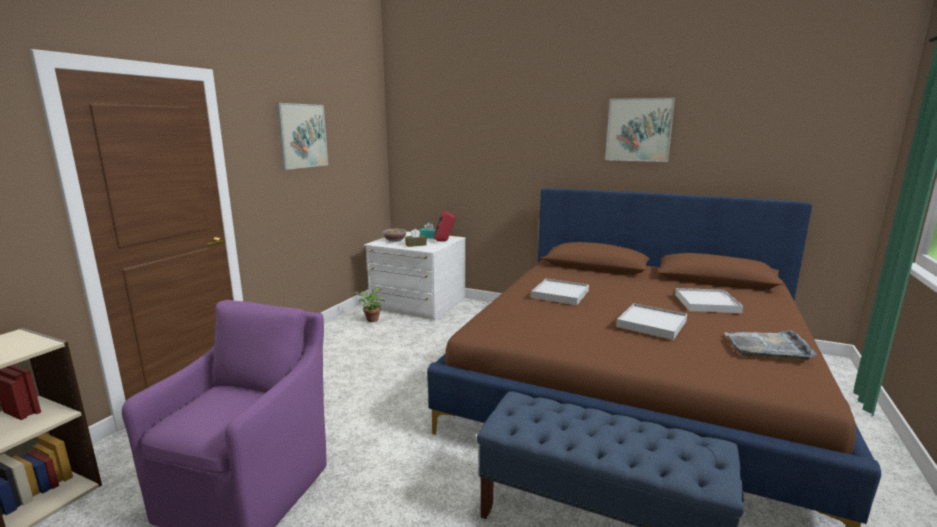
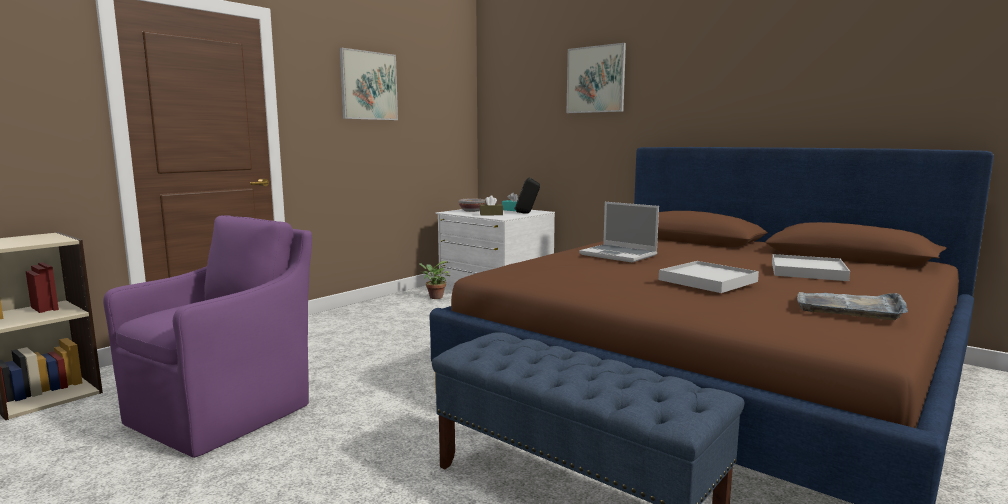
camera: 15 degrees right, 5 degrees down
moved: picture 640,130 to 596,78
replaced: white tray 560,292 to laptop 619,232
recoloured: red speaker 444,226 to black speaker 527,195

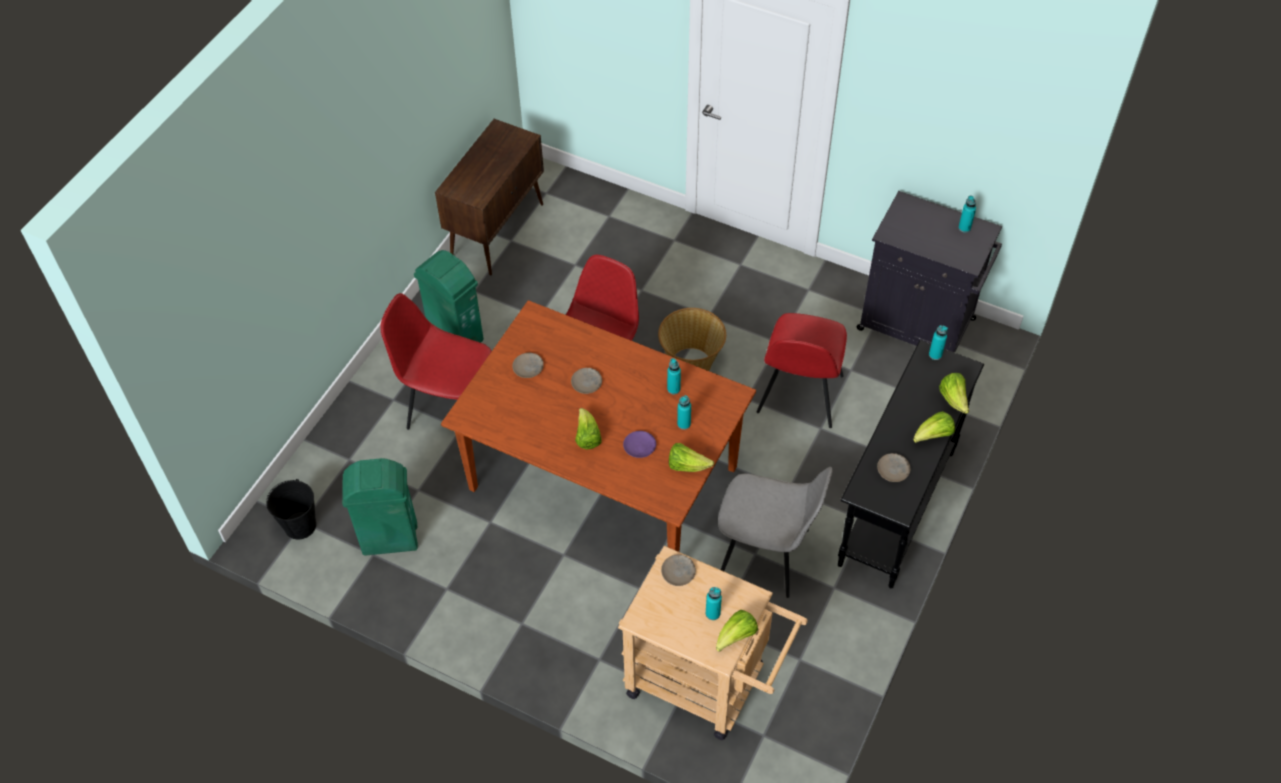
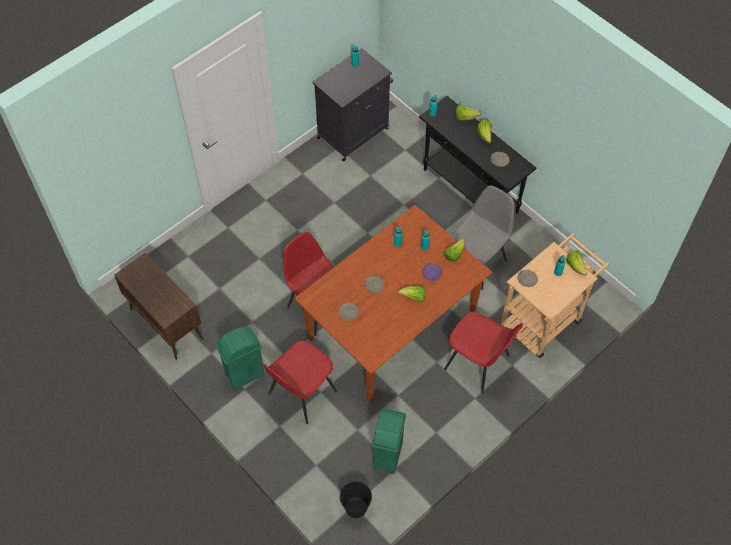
camera: 70 degrees left, 5 degrees up
removed: basket 692,339
moved: red chair 802,370 to 483,352

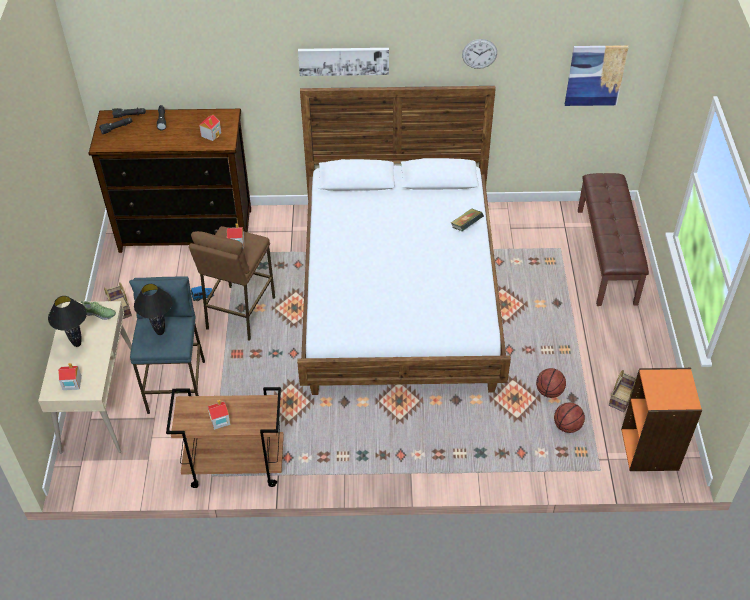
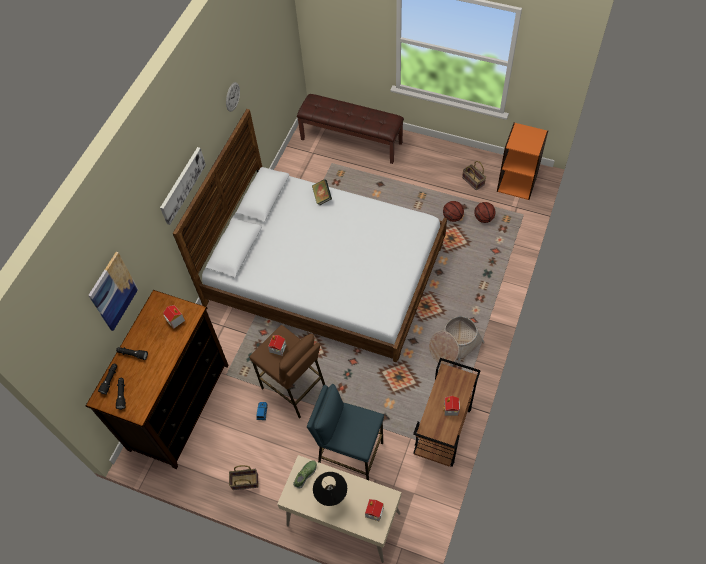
camera: 65 degrees left, 10 degrees up
removed: black table lamp 153,309
added: basket 457,340
moved: picture 597,75 to 113,291

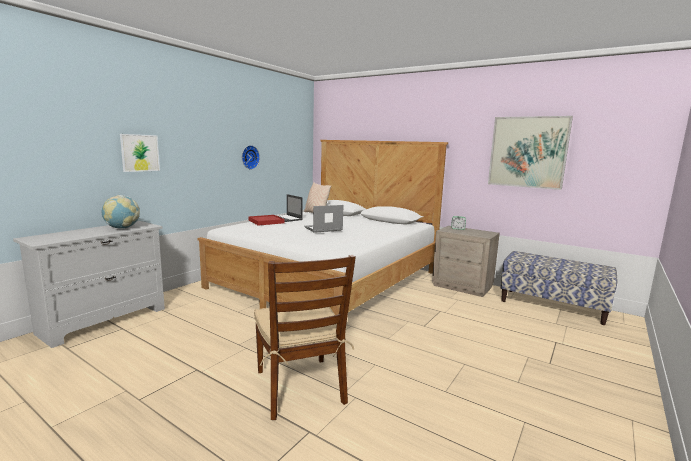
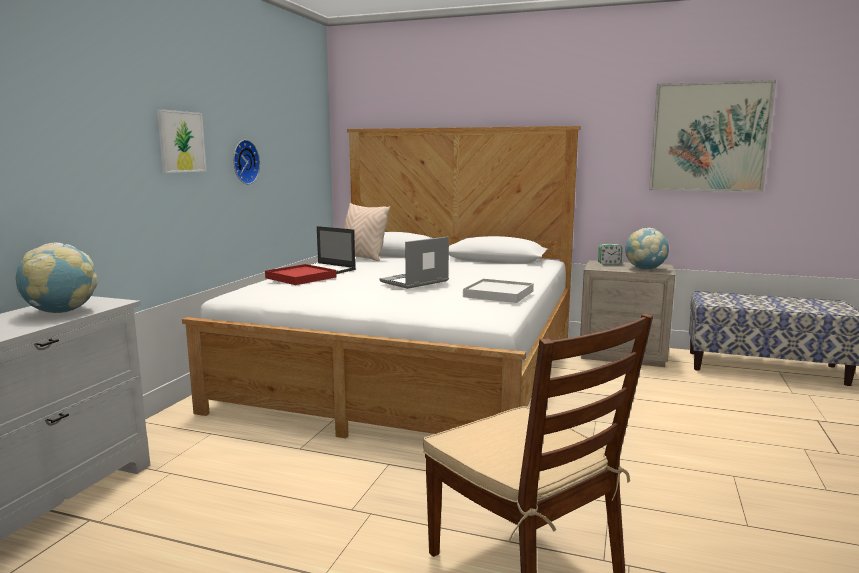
camera: 15 degrees left, 0 degrees up
added: white tray 498,291; globe 647,249
moved: picture 140,153 to 181,141

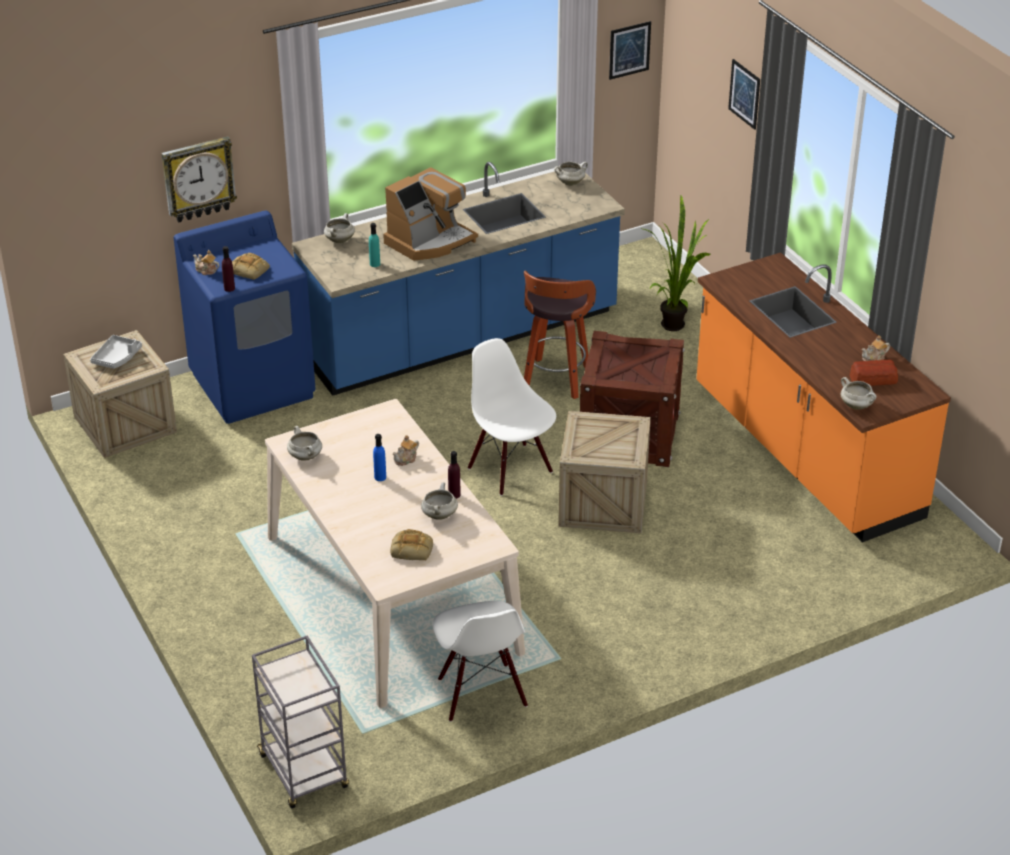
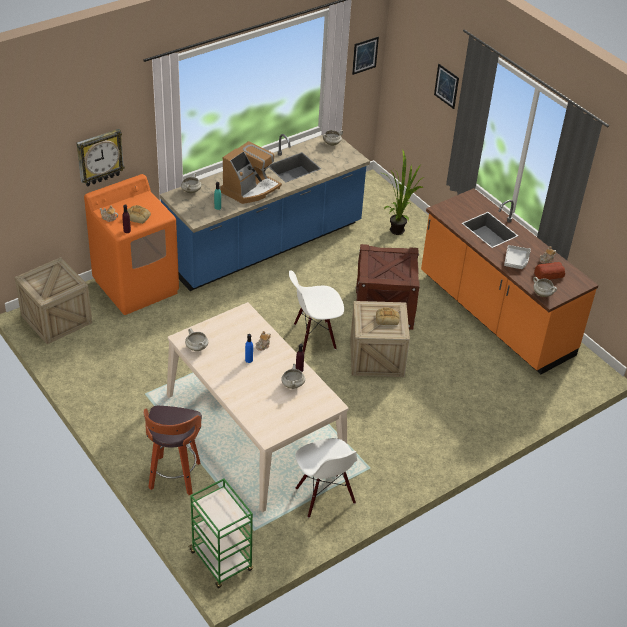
camera: 10 degrees left, 5 degrees up
moved: stool 560,334 to 172,450; bread 411,544 to 388,316; grey tray 116,352 to 517,257
recoloured: blue washing machine 245,317 to orange washing machine 131,244; grey cart 300,722 to green cart 220,533
turned: white chair 512,417 = 316,311 60 degrees counterclockwise

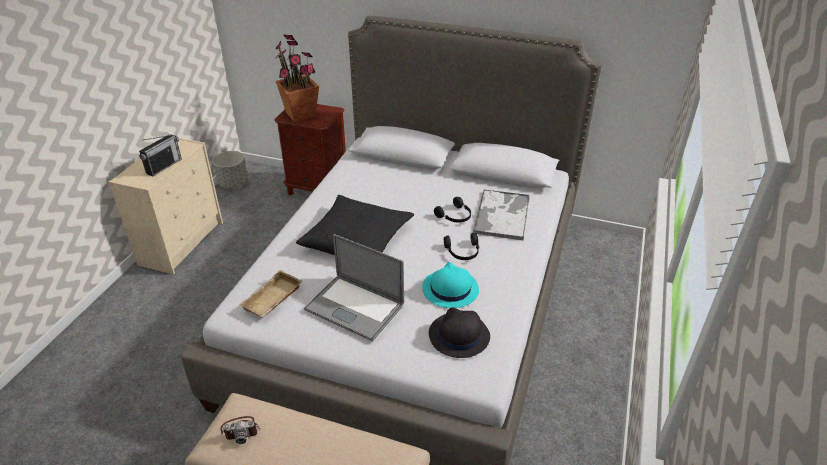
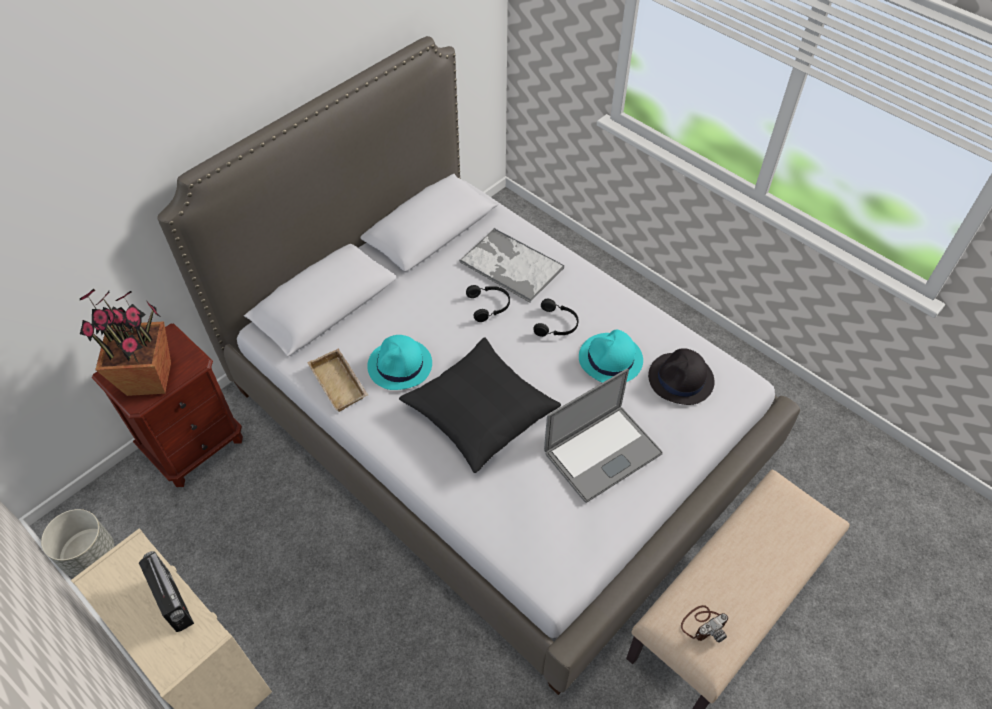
camera: 65 degrees left, 15 degrees up
added: turquoise hat 399,362
moved: beige tray 270,294 to 337,380
turned: photo camera 240,430 = 704,624 45 degrees clockwise

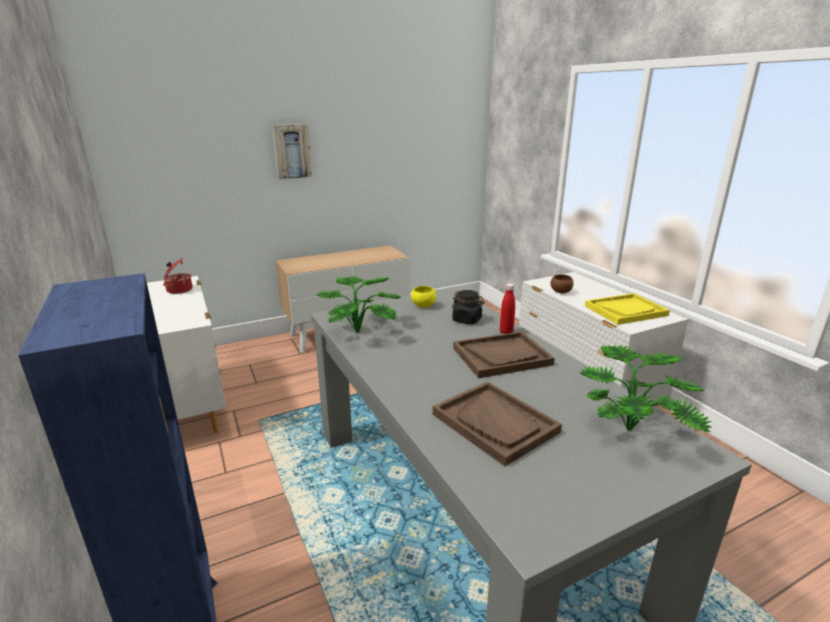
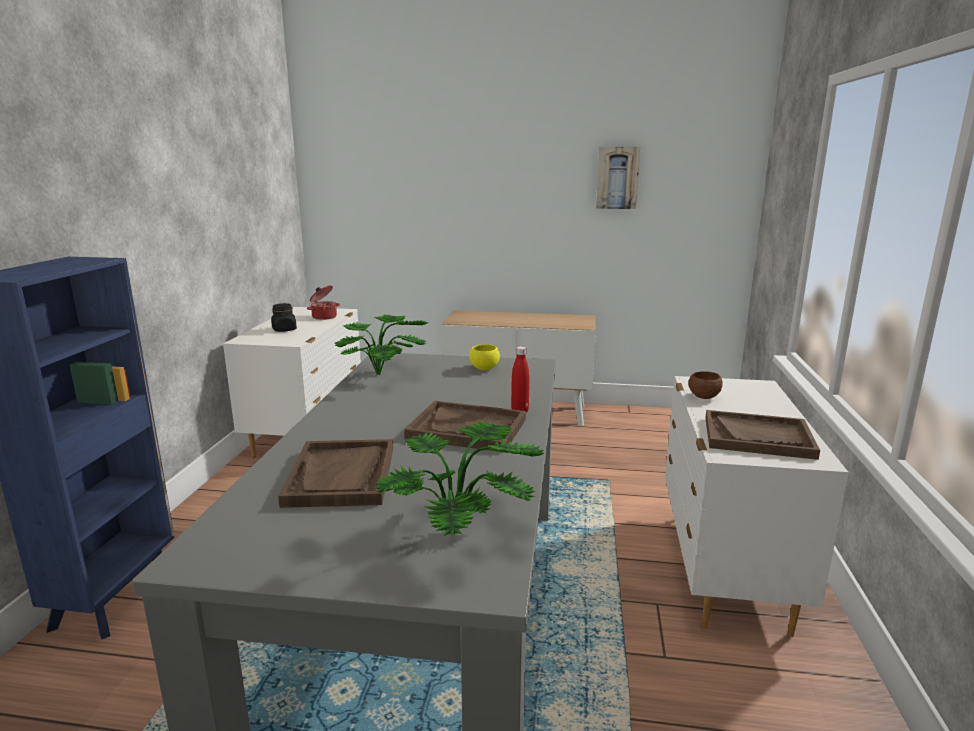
camera: 35 degrees right, 5 degrees down
moved: black jar 468,307 to 284,317; picture 292,151 to 618,178
recoloured: yellow tray 627,309 to brown tray 762,435

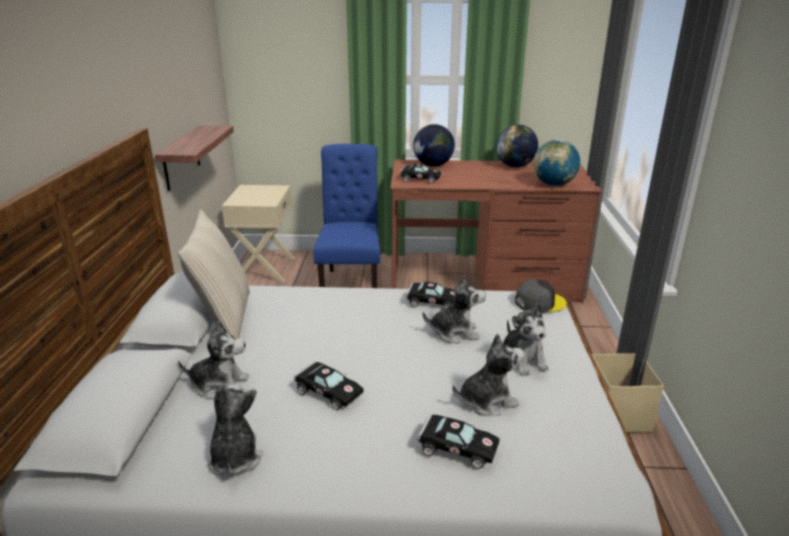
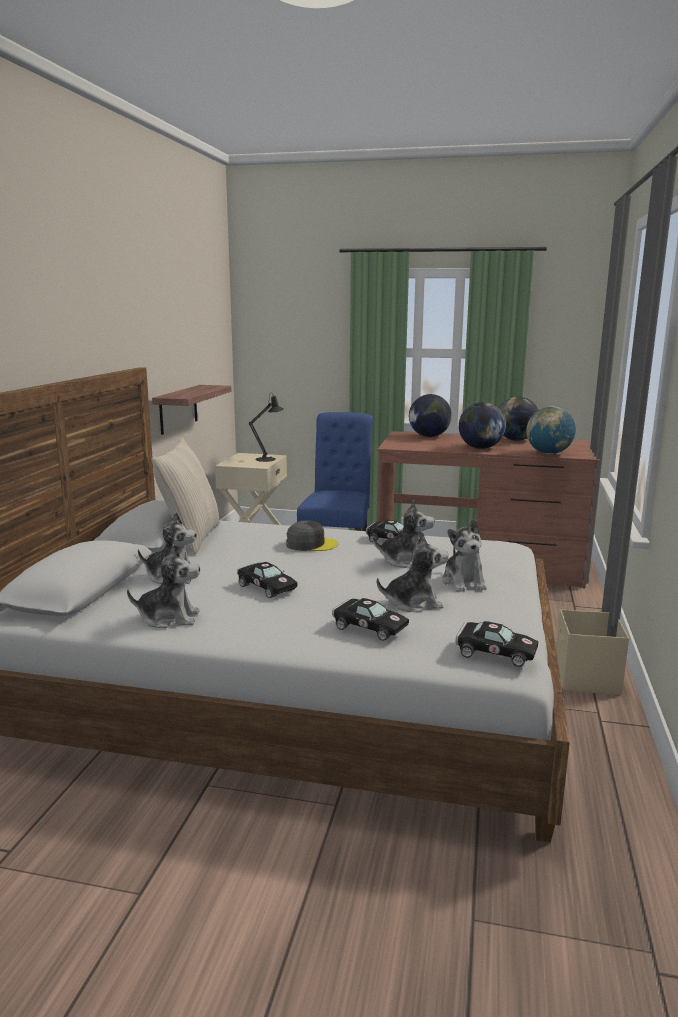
camera: 10 degrees right, 10 degrees down
added: black table lamp 266,427; globe 482,425
moved: grey cap 541,296 to 312,536; black toy car 420,173 to 497,644
turned: plush toy 235,429 = 163,586 90 degrees clockwise

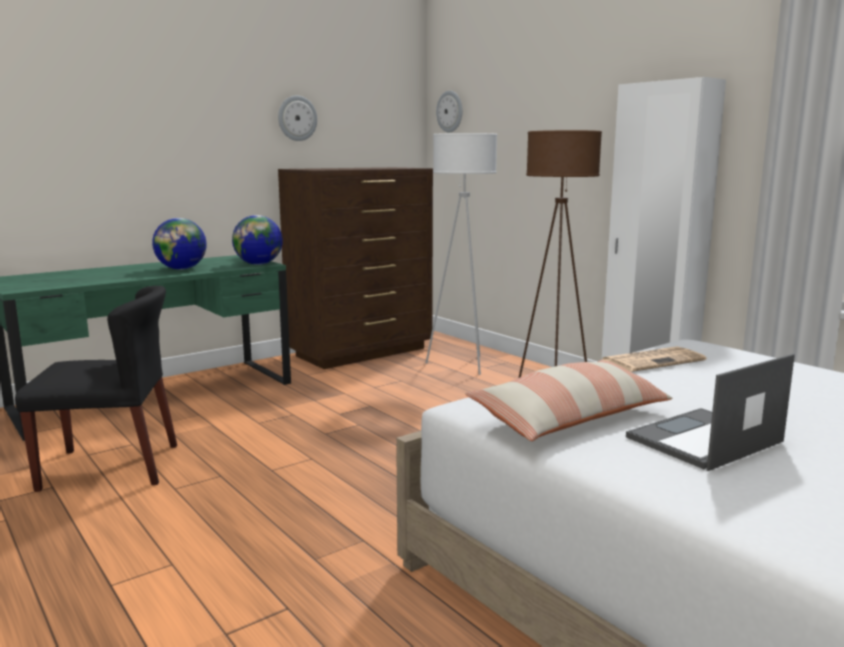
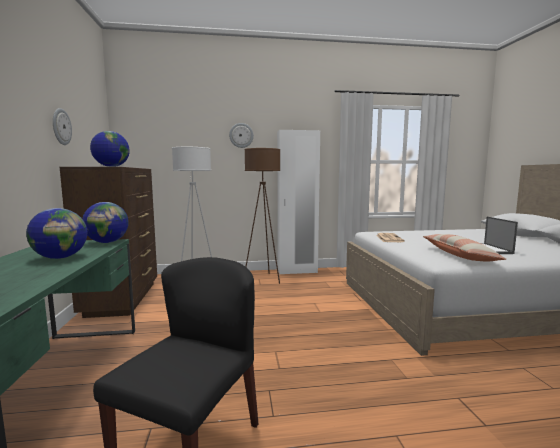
camera: 60 degrees left, 5 degrees down
added: globe 110,149
moved: wall clock 449,112 to 241,135

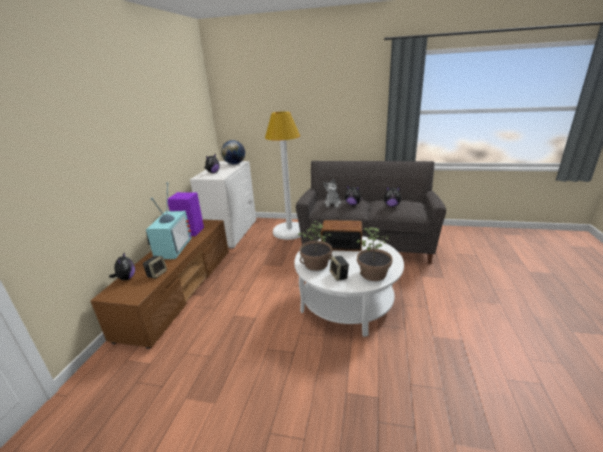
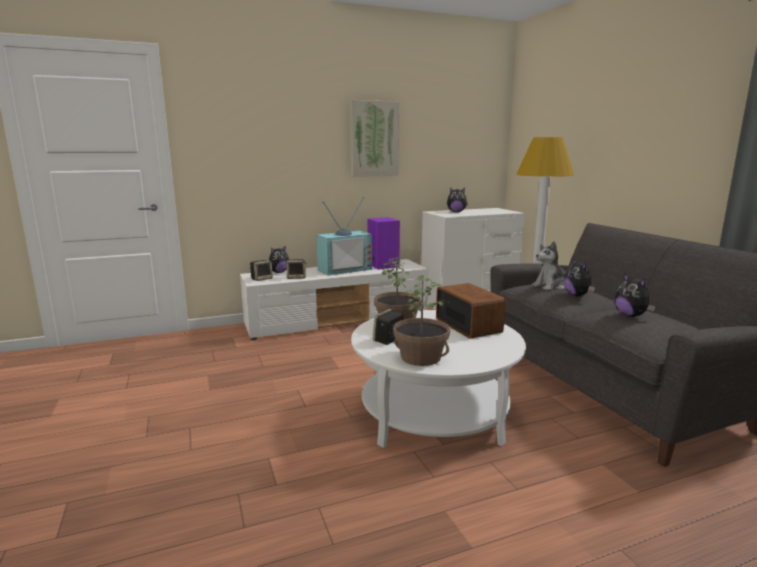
camera: 55 degrees right, 10 degrees down
removed: globe 233,152
added: speaker 261,270; picture 375,138
recoloured: brown tv stand 159,284 to white tv stand 334,299

